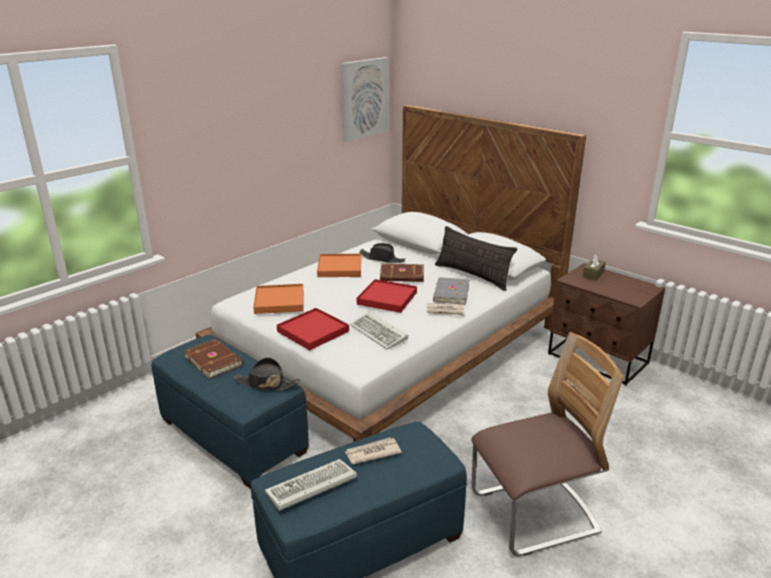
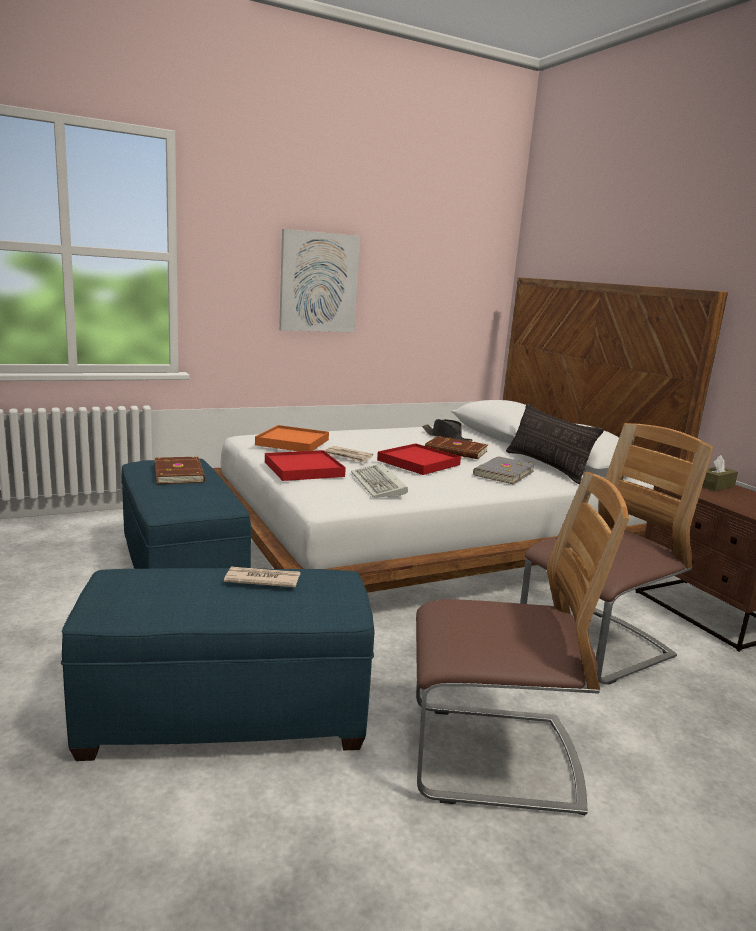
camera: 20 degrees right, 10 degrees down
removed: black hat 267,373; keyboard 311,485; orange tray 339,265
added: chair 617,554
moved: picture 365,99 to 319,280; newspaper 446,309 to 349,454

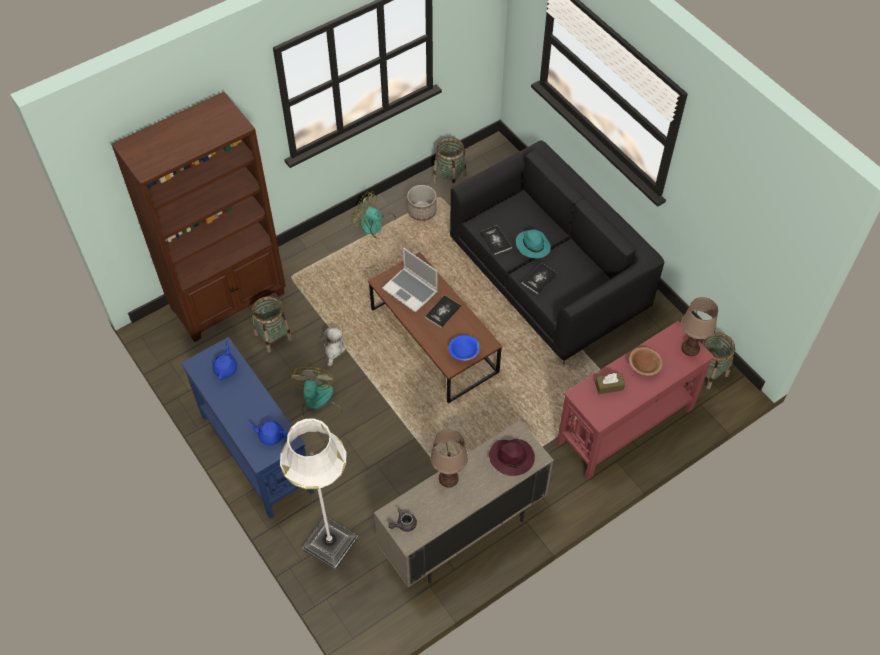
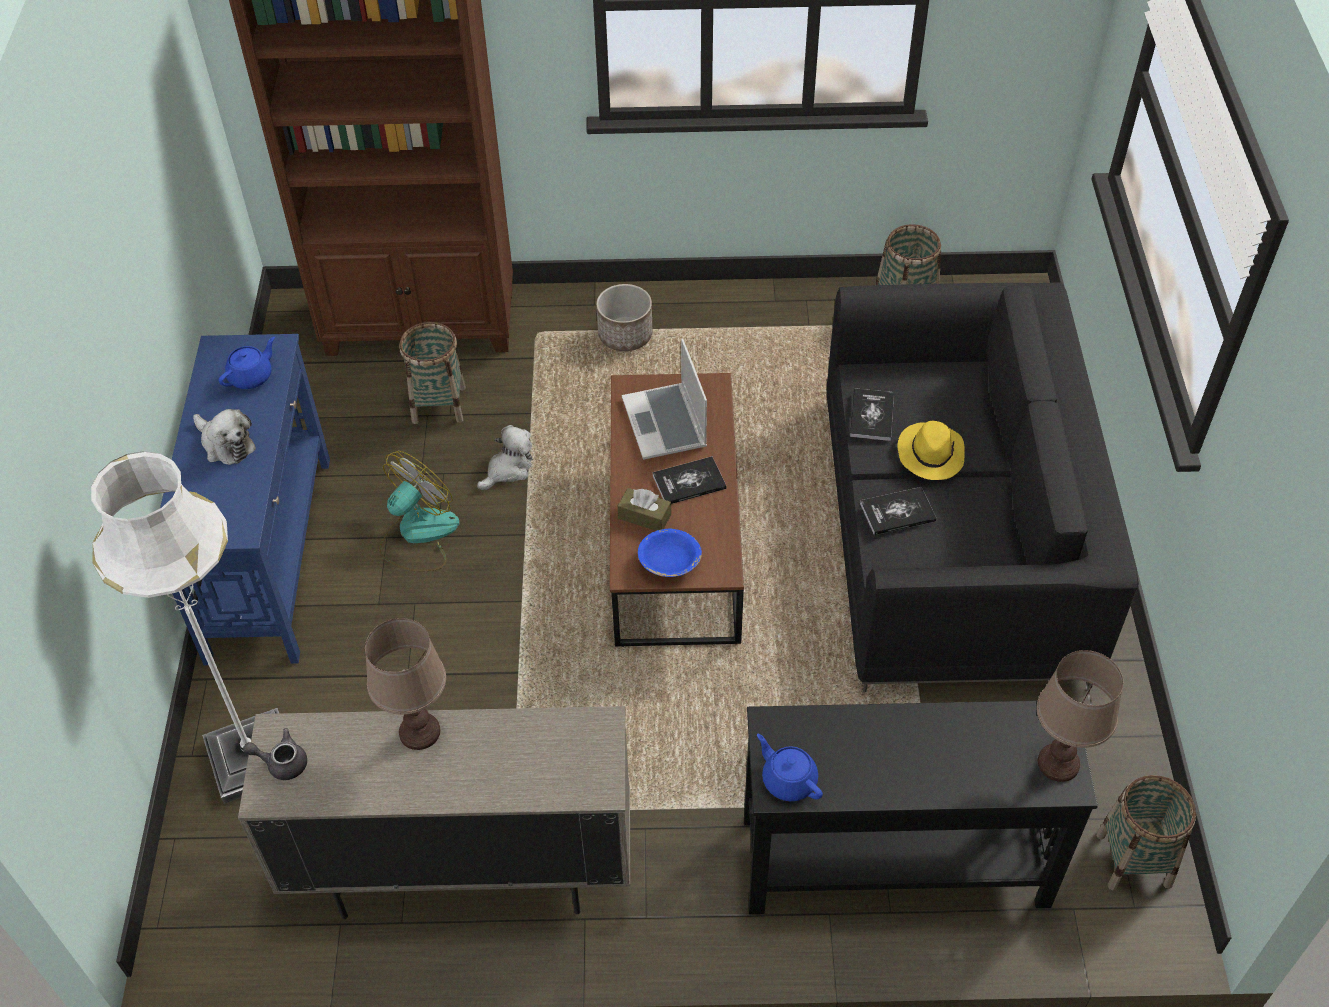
camera: 35 degrees right, 5 degrees down
removed: fan 373,215; purple hat 512,457; brown bowl 646,361
added: plush toy 224,437
moved: planter 422,203 to 624,317; brown tissue box 610,383 to 644,509; blue teapot 268,432 to 790,767
recoloured: red console table 635,400 to black console table 921,807; turquoise hat 533,244 to yellow hat 931,450

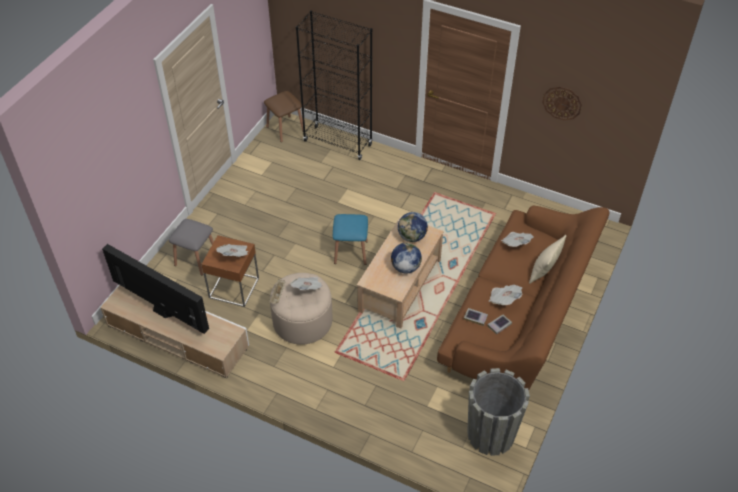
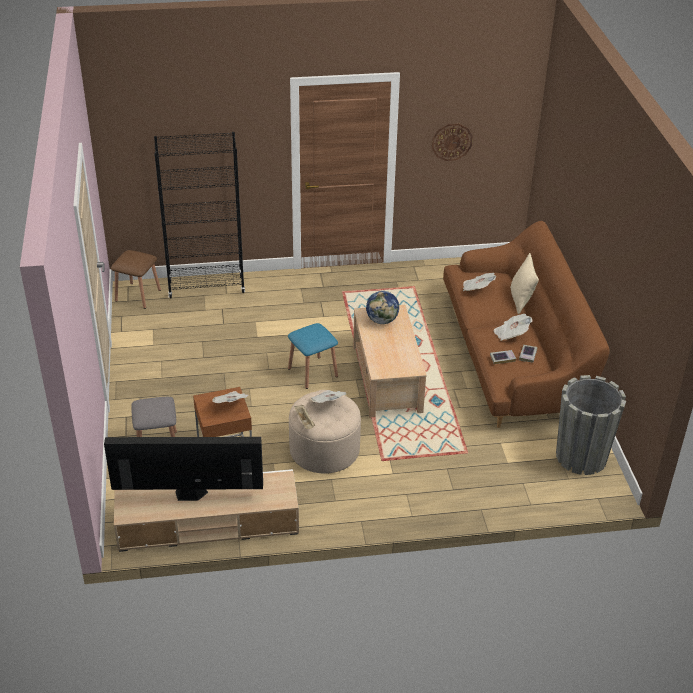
camera: 35 degrees left, 10 degrees down
removed: globe 406,258

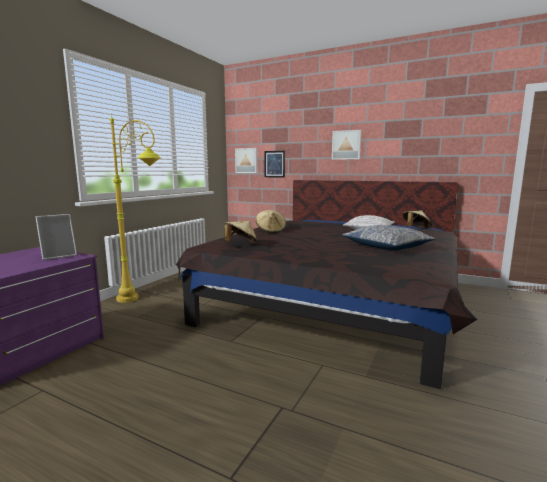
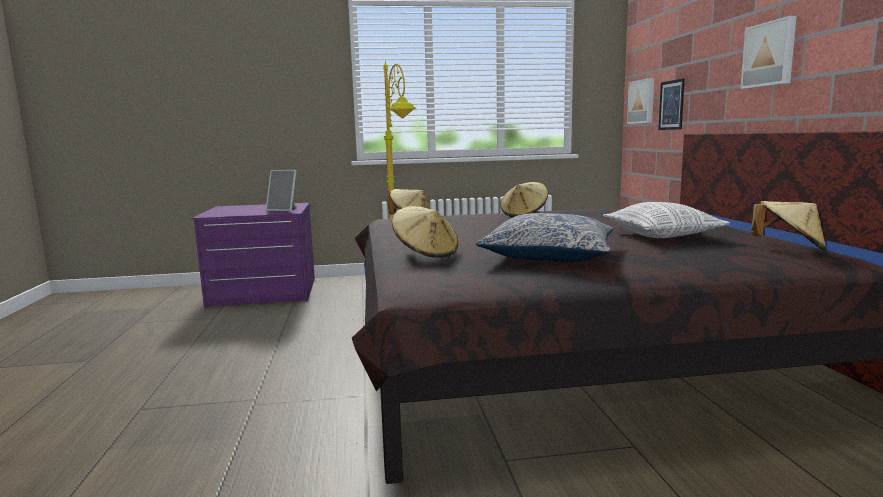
camera: 55 degrees right, 0 degrees up
added: beige hat 425,232

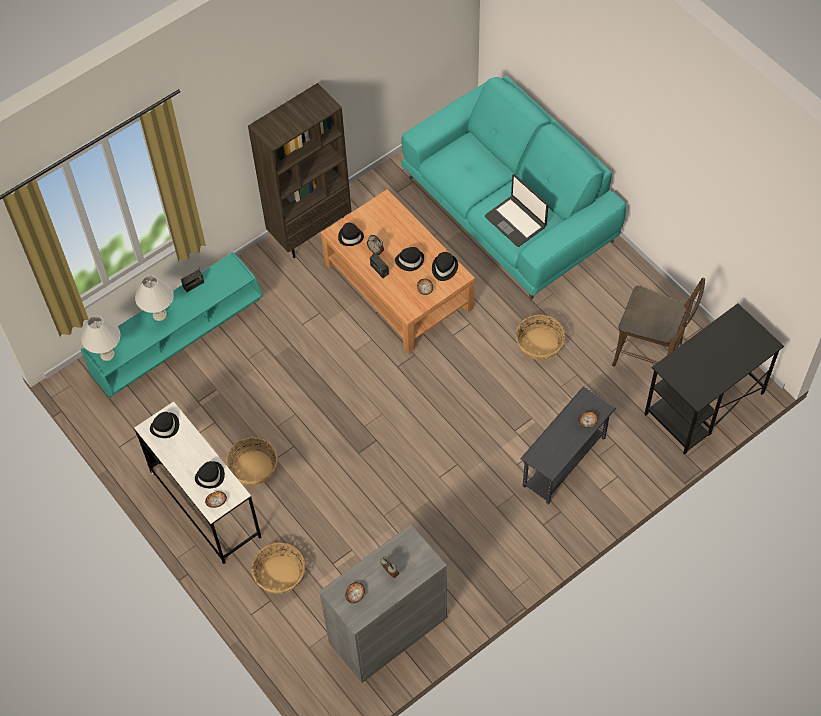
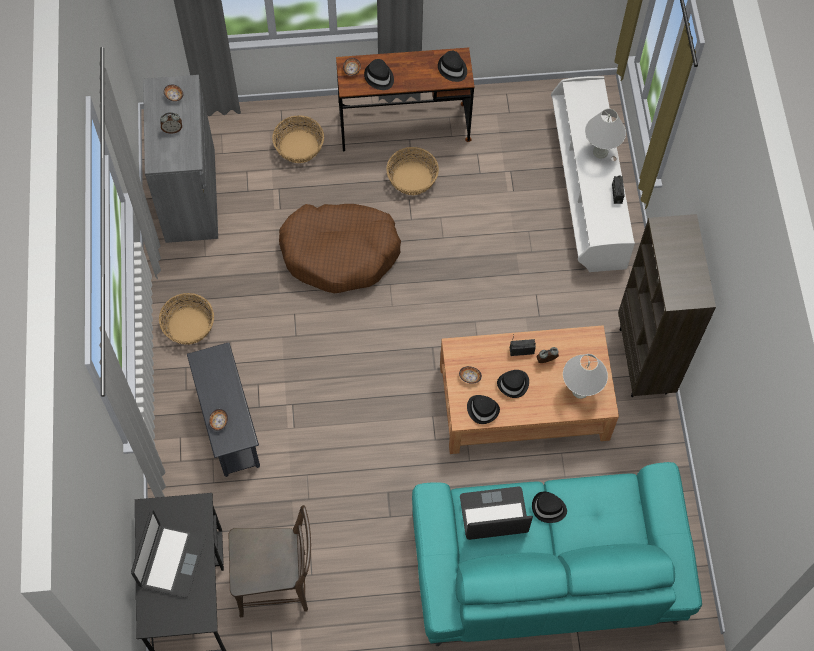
camera: 120 degrees right, 5 degrees up
added: laptop 168,554; brown dog bed 340,248
moved: basket 540,337 to 186,319; black hat 351,234 to 549,507; white table lamp 100,338 to 585,376
recoloured: white desk 197,483 to brown desk 405,99; turquoise tv stand 171,325 to white tv stand 593,174
turned: brown chair 658,322 = 270,561 150 degrees counterclockwise

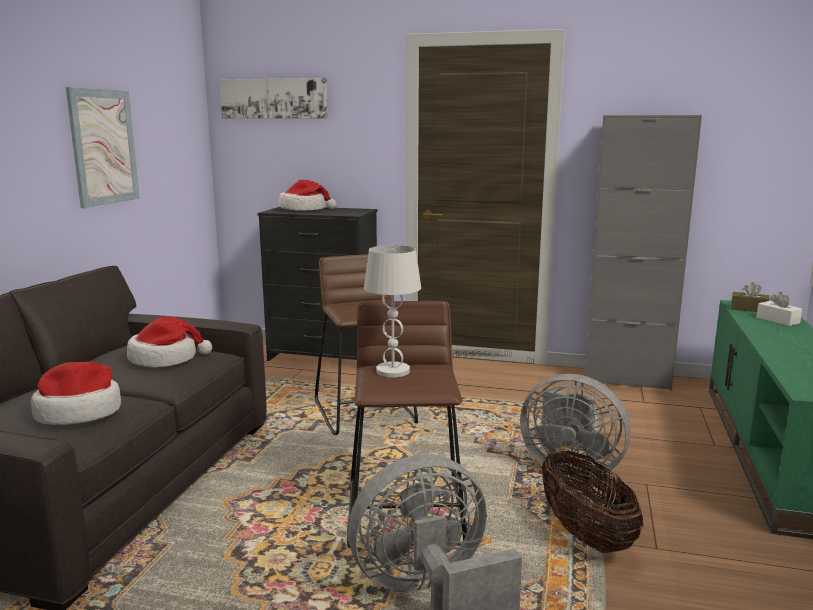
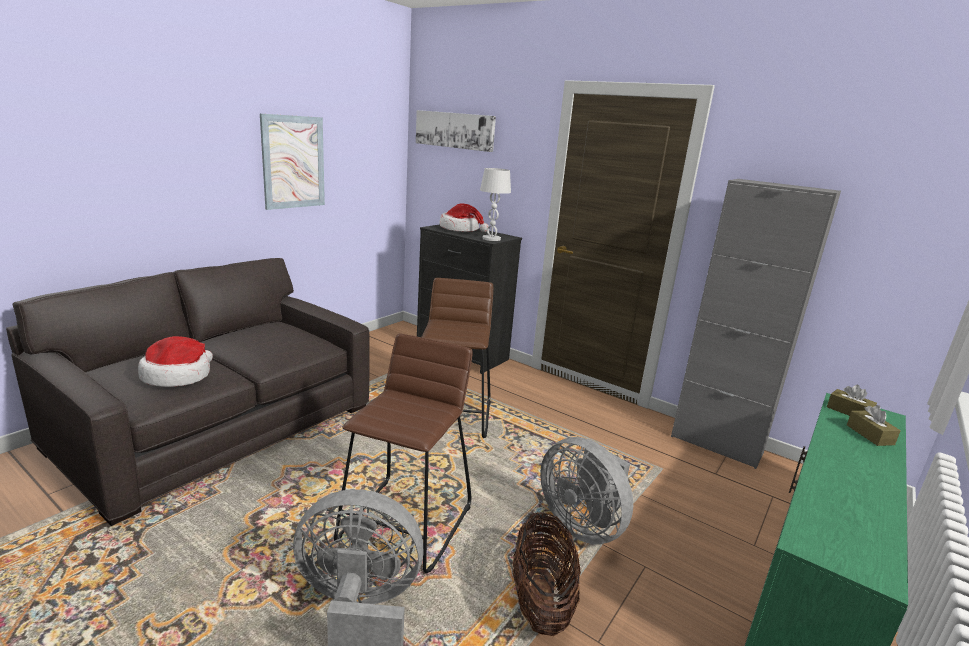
camera: 20 degrees right, 5 degrees up
removed: hat 169,342
moved: white table lamp 392,311 to 495,204
recoloured: white tissue box 779,309 to brown tissue box 874,425

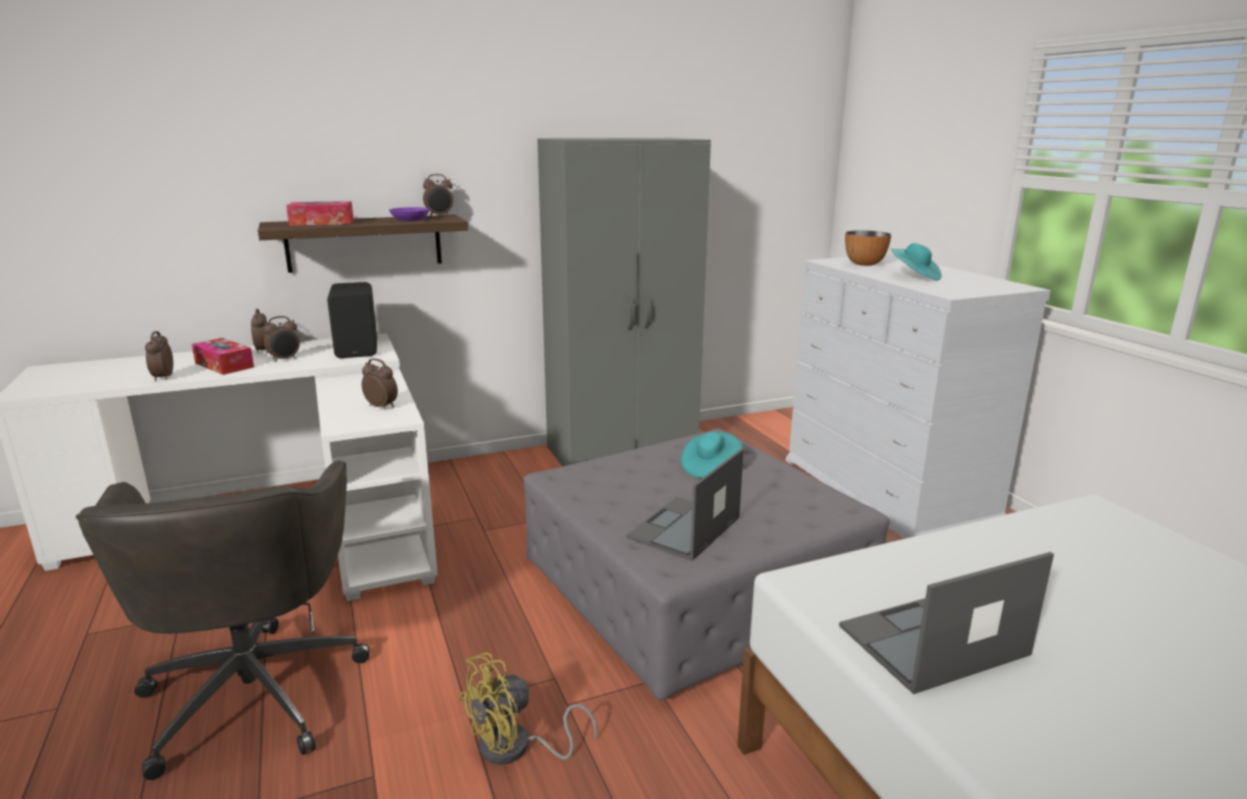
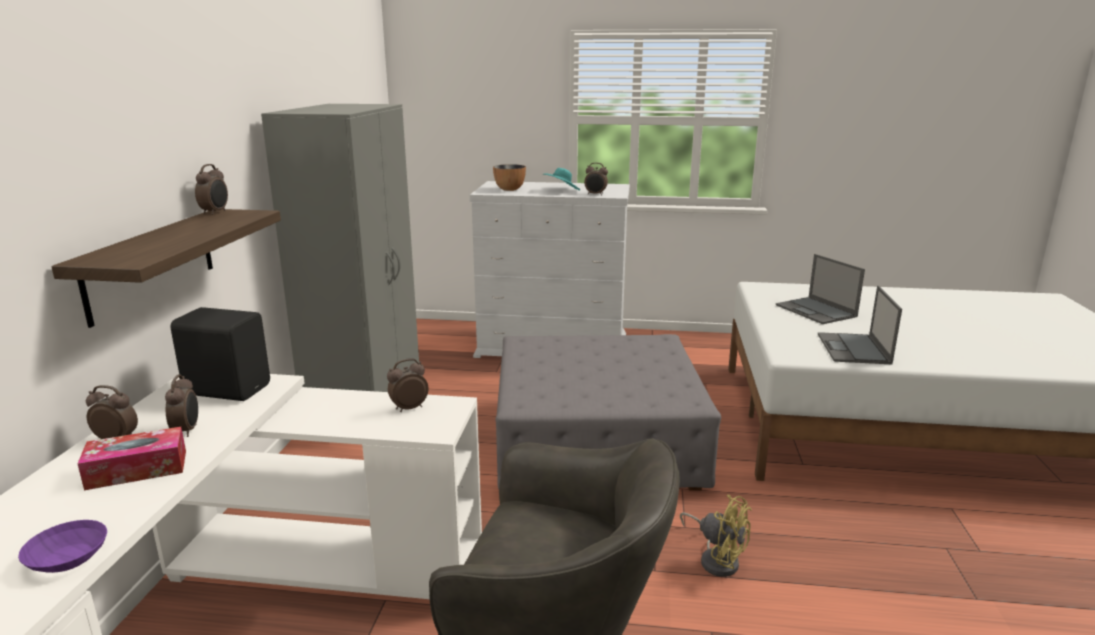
camera: 60 degrees left, 0 degrees up
removed: tissue box 320,213; turquoise hat 711,455
moved: purple bowl 409,214 to 62,546; alarm clock 159,356 to 596,179; laptop 685,505 to 820,289
turned: yellow fan 527,709 = 716,536 45 degrees counterclockwise

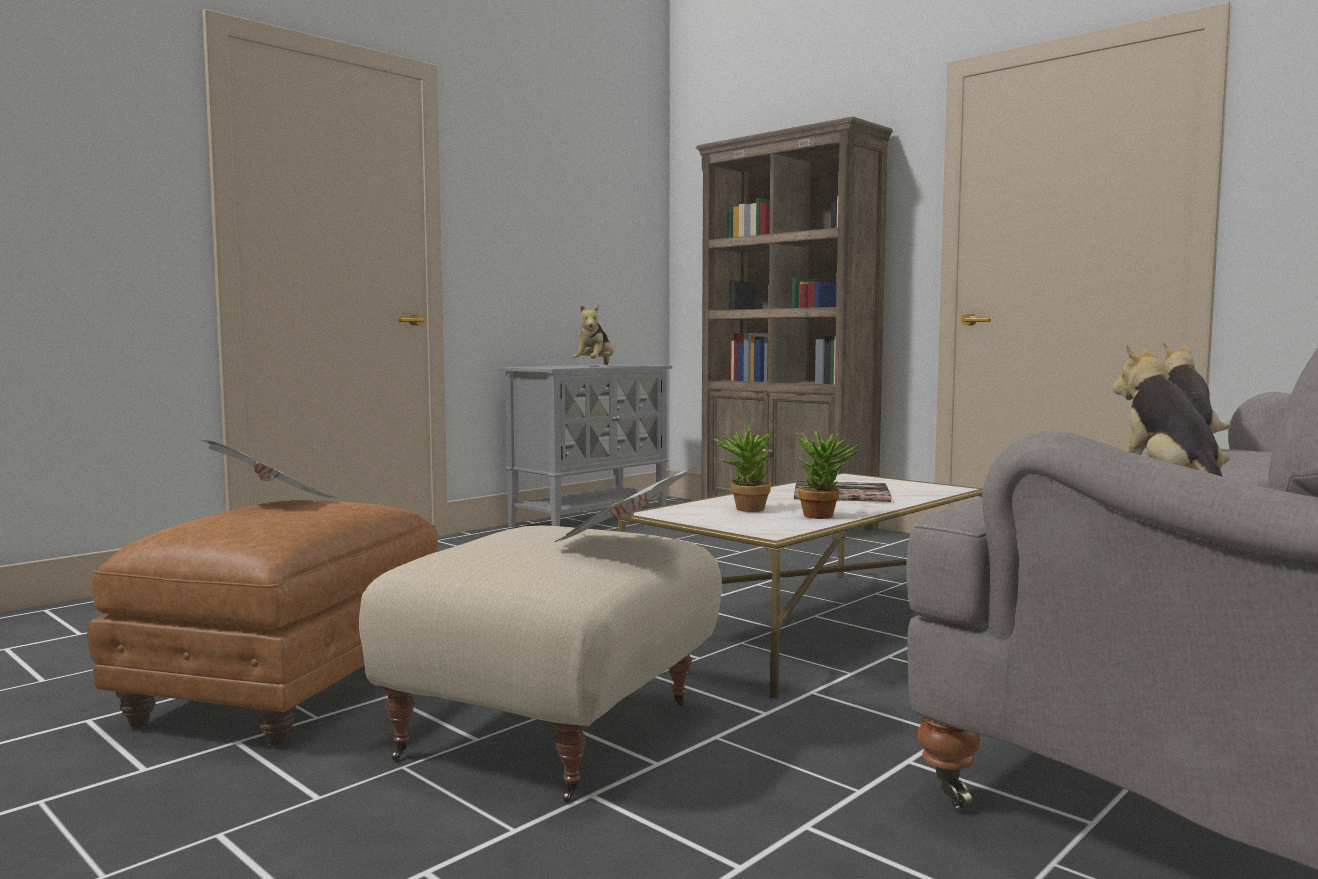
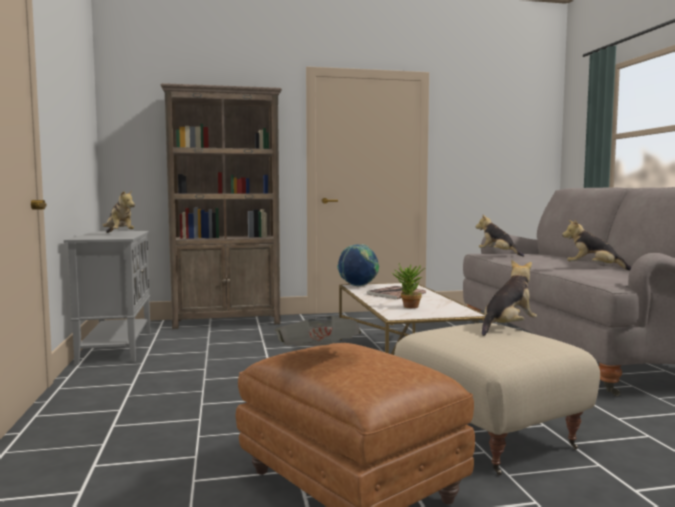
camera: 55 degrees left, 0 degrees up
removed: potted plant 828,475
added: globe 358,265
replaced: newspaper 622,505 to plush toy 509,298

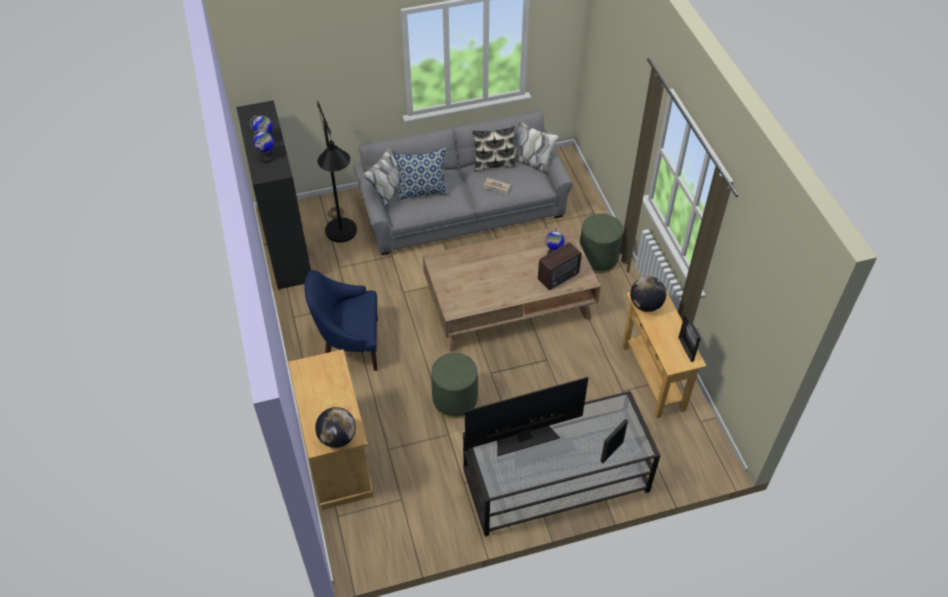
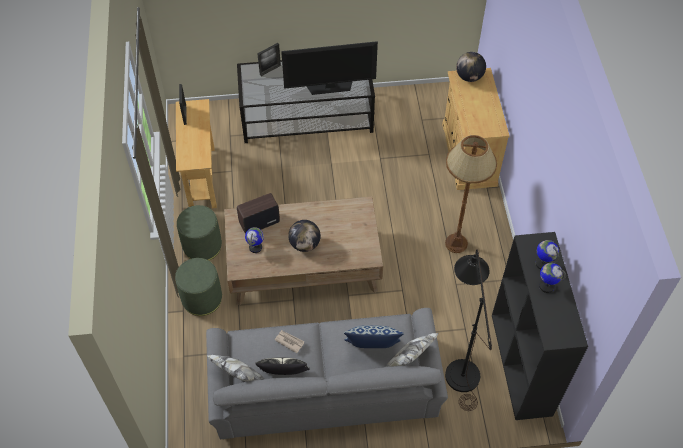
camera: 170 degrees left, 5 degrees up
moved: green ottoman 454,385 to 199,232; globe 648,294 to 304,236
replaced: blue armchair 341,320 to brown floor lamp 471,194

